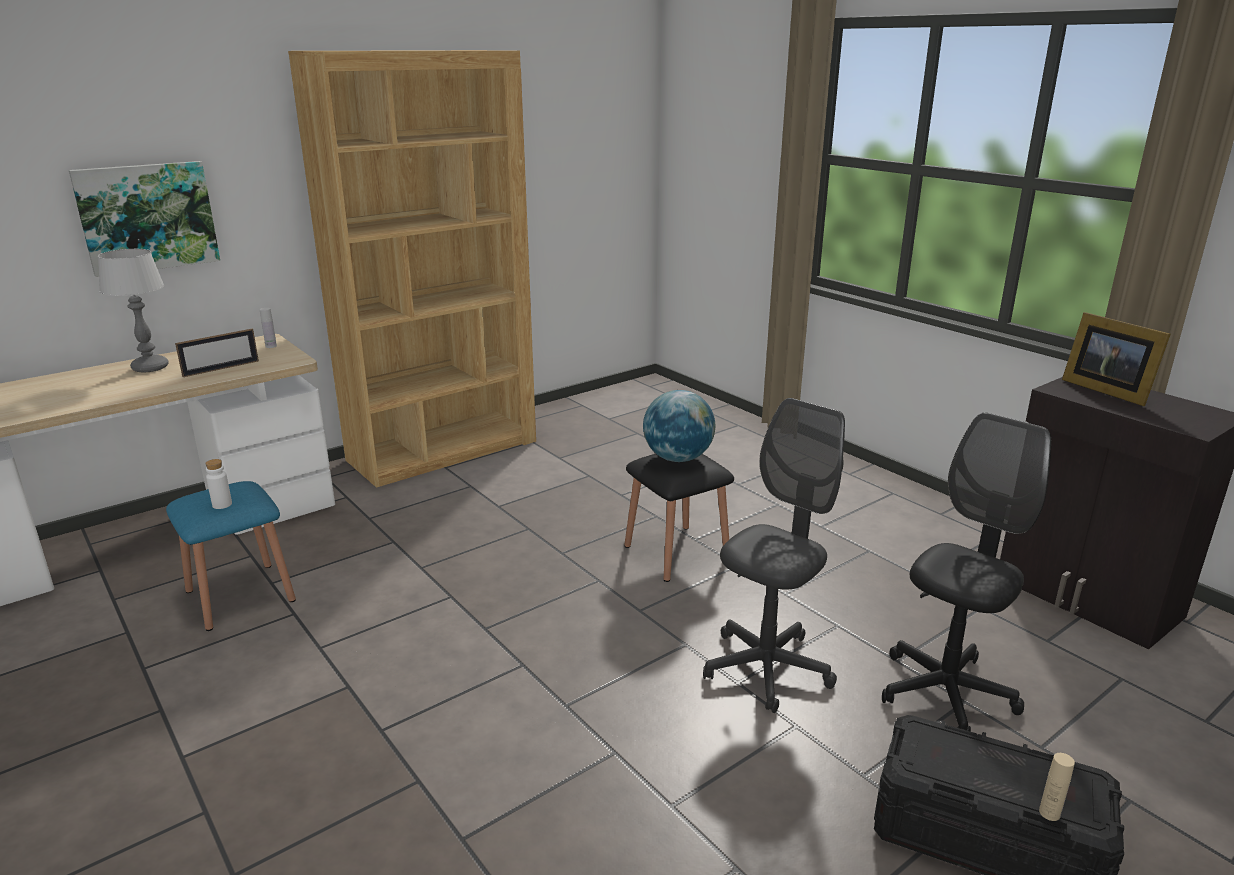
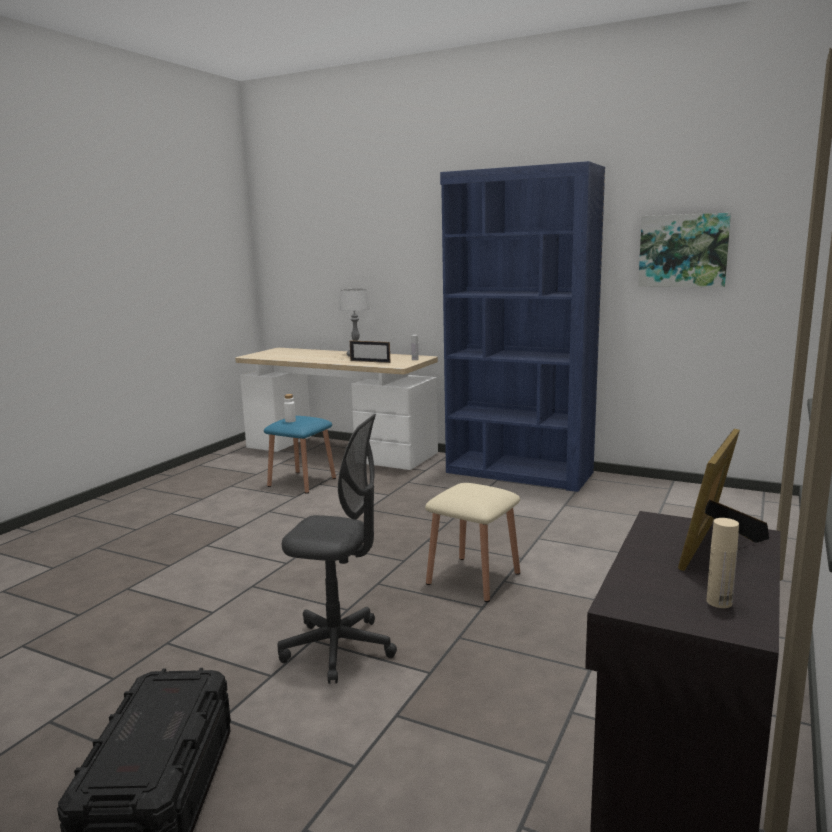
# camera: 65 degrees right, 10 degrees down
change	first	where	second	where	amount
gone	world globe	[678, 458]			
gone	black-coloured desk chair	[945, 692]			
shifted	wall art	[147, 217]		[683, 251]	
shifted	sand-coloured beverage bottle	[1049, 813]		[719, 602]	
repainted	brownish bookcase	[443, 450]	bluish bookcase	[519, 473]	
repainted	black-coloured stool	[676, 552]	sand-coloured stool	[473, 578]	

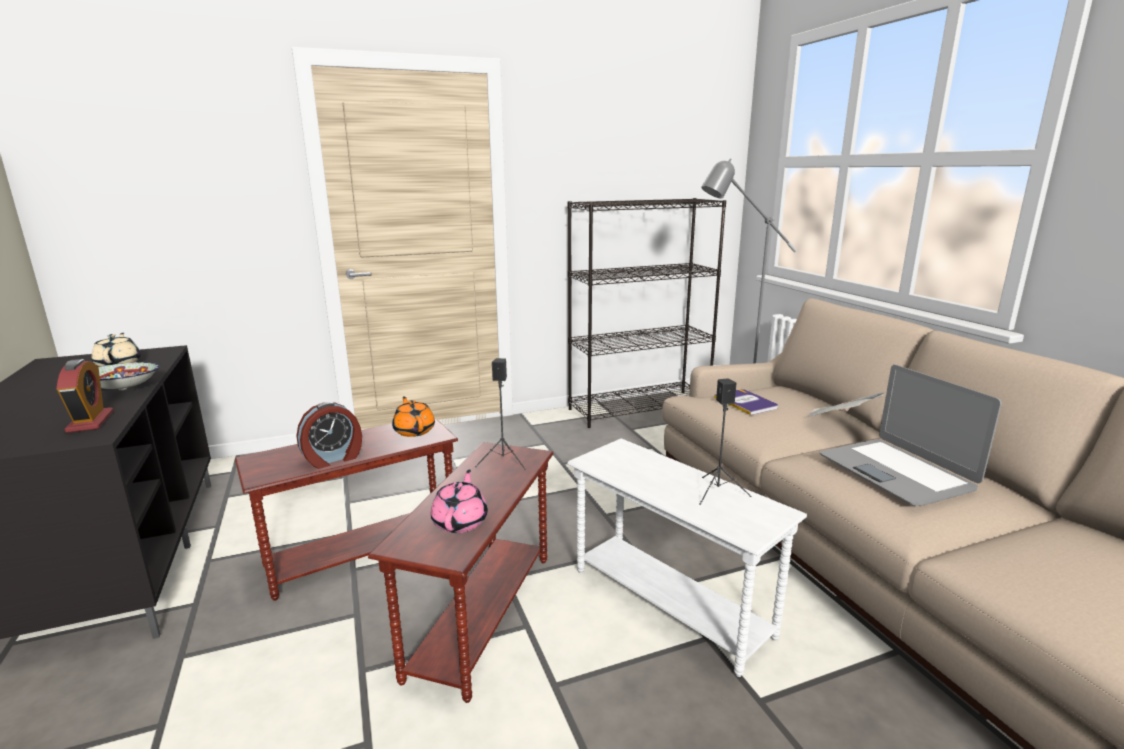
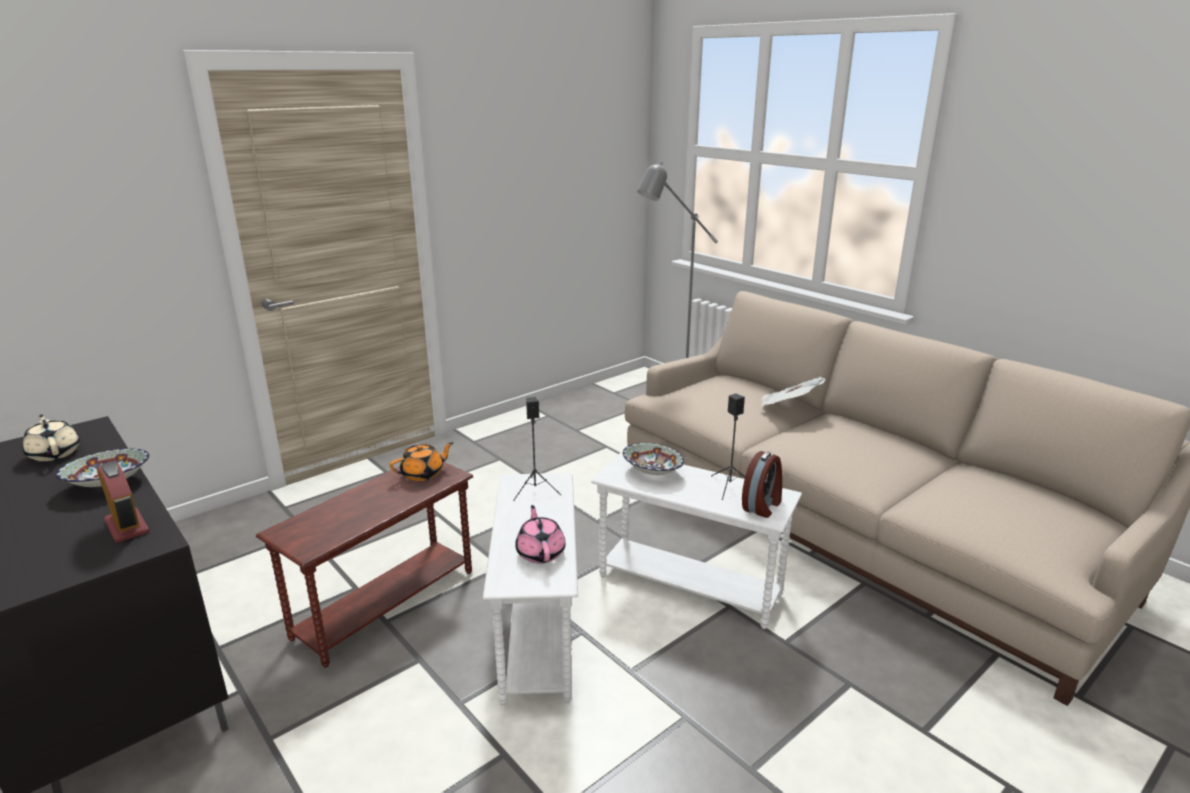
# camera: 20 degrees left, 5 degrees up
change	first	where	second	where	amount
gone	black-coloured bookcase	[639, 408]			
gone	book	[746, 402]			
gone	notebook computer	[896, 472]			
new			deep dish	[652, 472]	
shifted	alarm clock	[333, 458]		[762, 505]	
repainted	brownish accent table	[480, 615]	white accent table	[536, 632]	
rotated	orange pot for tea	[414, 430]		[423, 473]	105 degrees clockwise

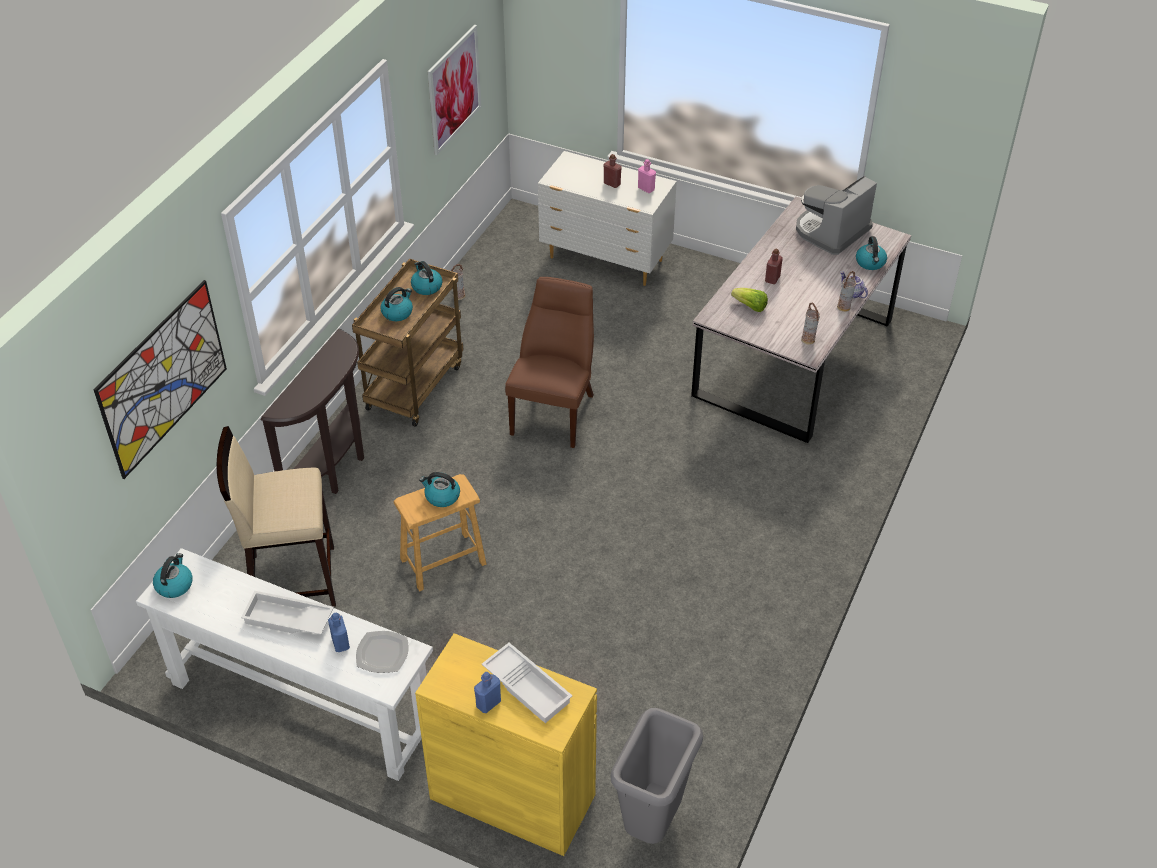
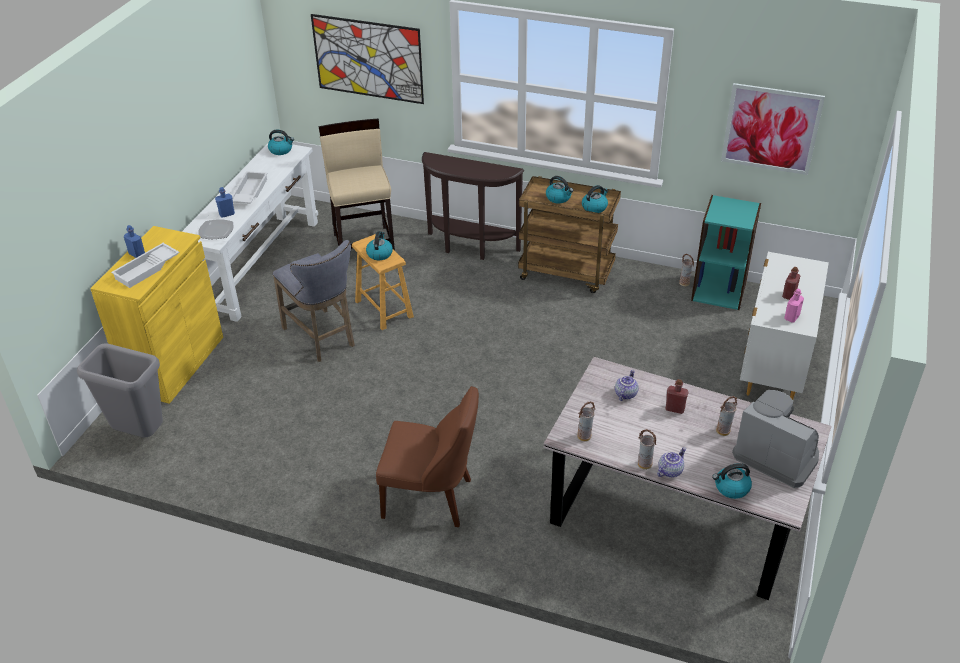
# camera: 85 degrees right, 5 degrees down
change	first	where	second	where	amount
new			grey stool	[322, 338]	
new			blue-green bookcase	[719, 291]	
new			decorative vase	[723, 431]	
shifted	brownish chair	[555, 411]		[431, 498]	
swapped	lettuce head	[750, 306]	pot for tea	[625, 394]	

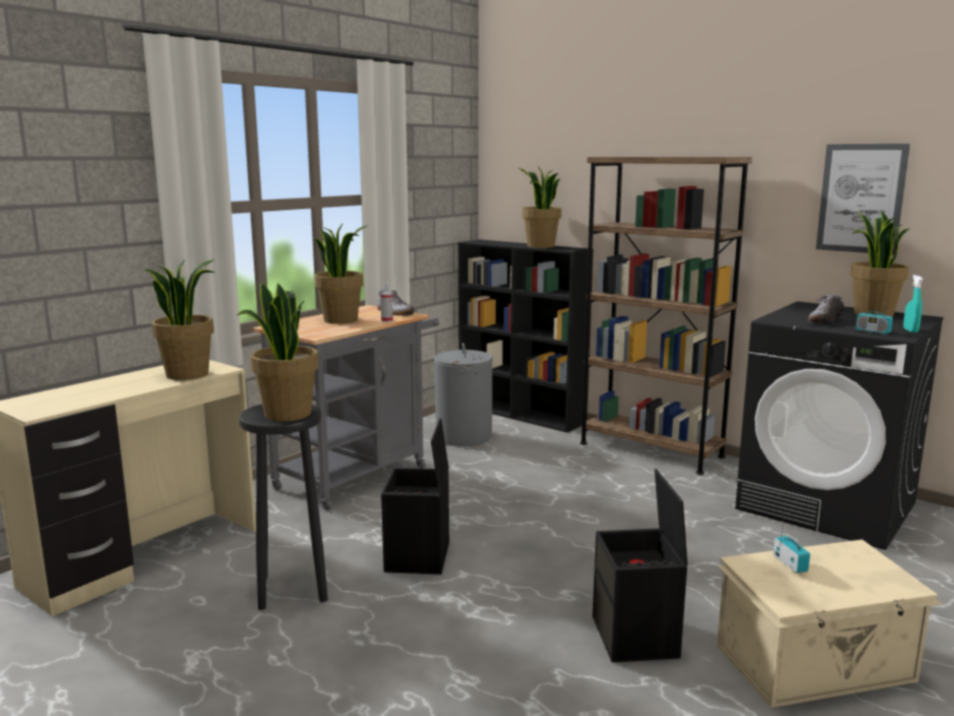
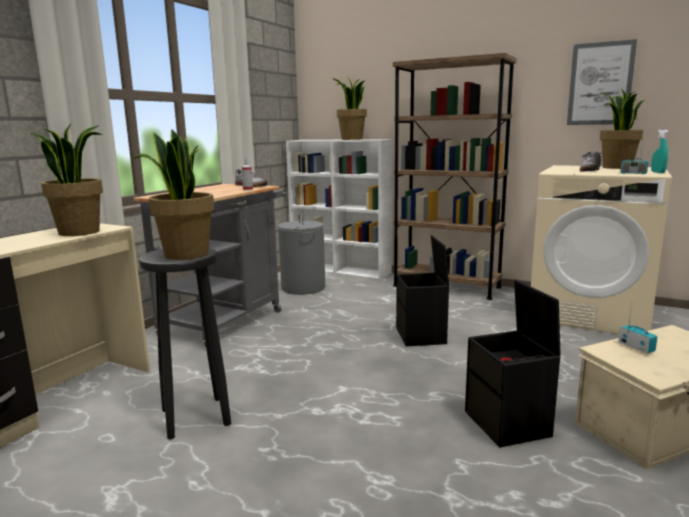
# camera: 10 degrees left, 0 degrees up
change	first	where	second	where	amount
gone	houseplant	[341, 320]			
shifted	black-coloured storage box	[418, 558]		[421, 336]	
repainted	black-coloured bookcase	[522, 414]	white bookcase	[341, 270]	
repainted	black-coloured laundry appliance	[827, 506]	sand-coloured laundry appliance	[590, 313]	

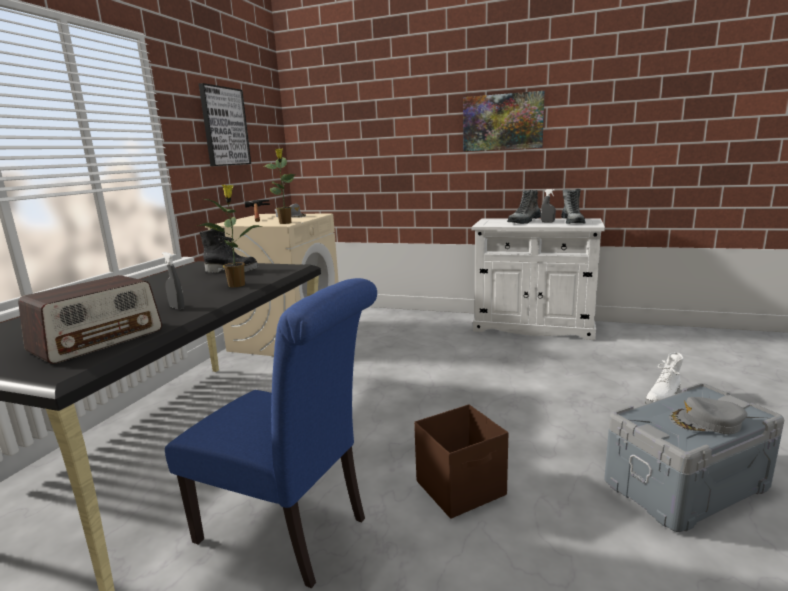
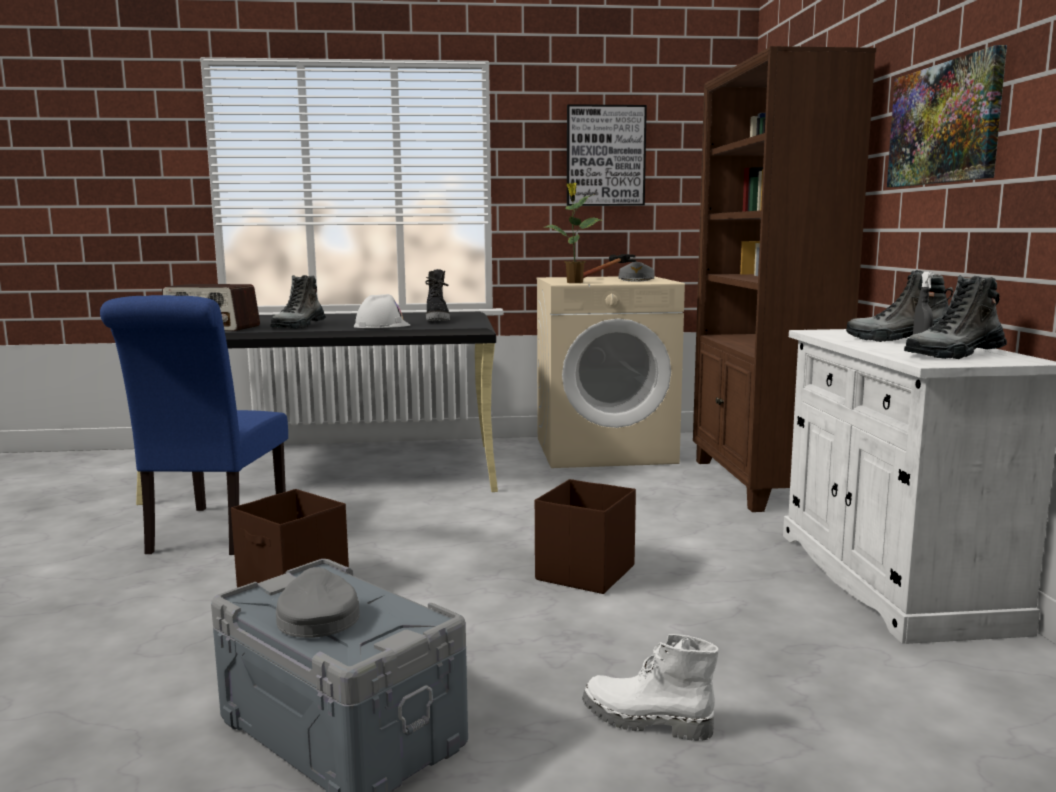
# camera: 65 degrees right, 5 degrees down
change	first	where	second	where	amount
new			brownish storage box	[584, 573]	
new			brownish bookcase	[760, 483]	
swapped	grey spray bottle	[177, 307]	high-top boot	[299, 326]	
swapped	houseplant	[237, 285]	white safety helmet	[381, 325]	

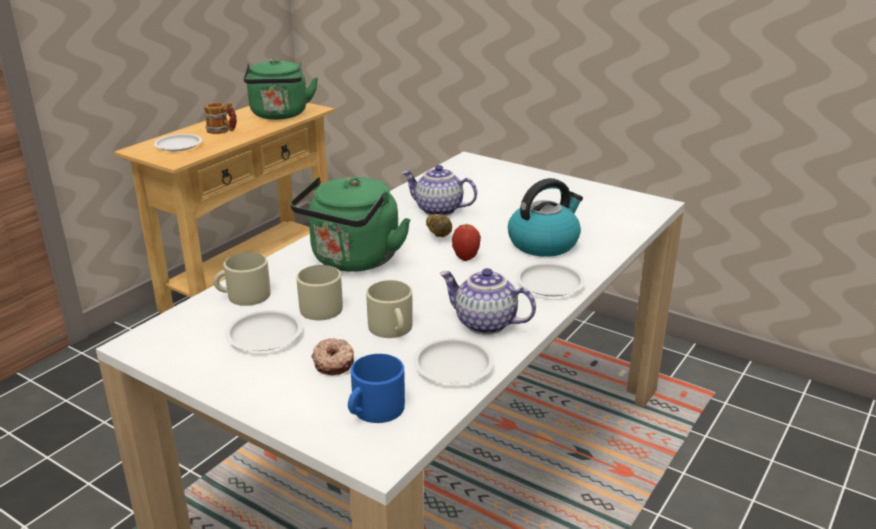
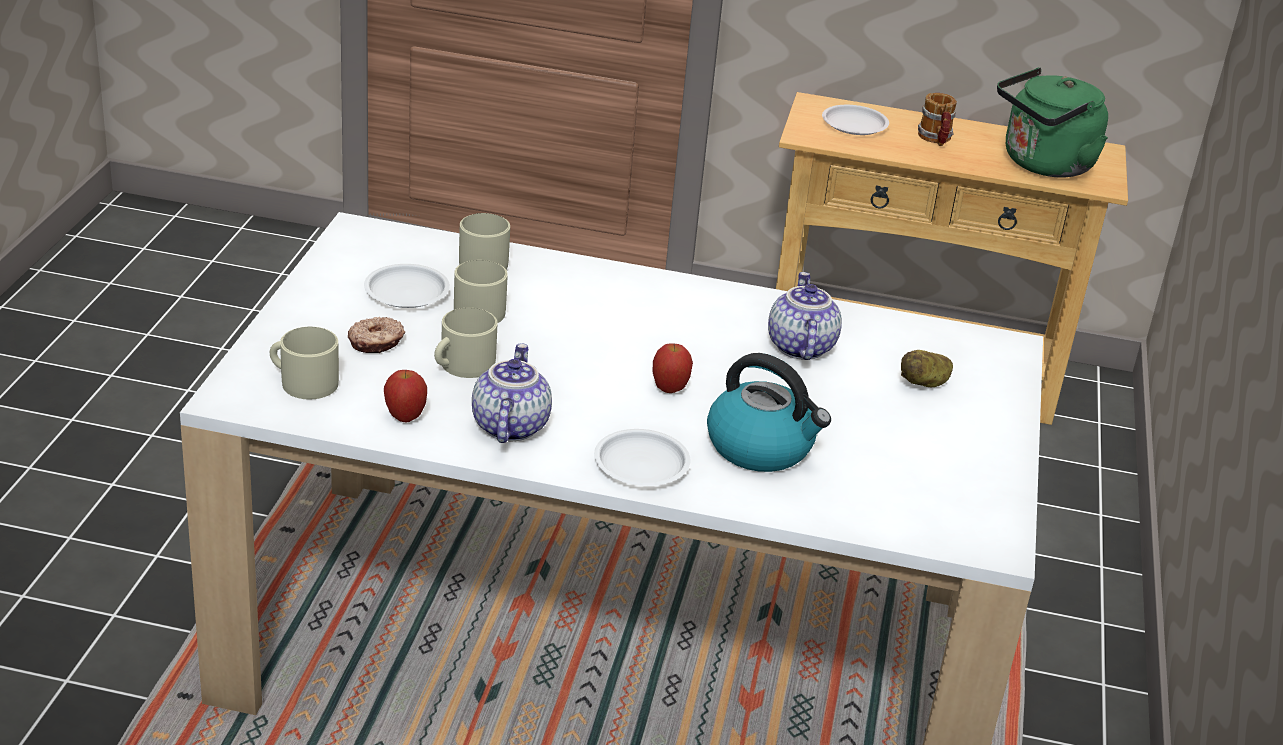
# camera: 65 degrees right, 5 degrees up
change	first	where	second	where	amount
gone	greenish kettle	[353, 261]			
shifted	whole potato	[438, 236]		[925, 383]	
swapped	white dinner plate	[453, 366]	whole apple	[405, 417]	
repainted	bluish tea mug	[374, 410]	sand-coloured tea mug	[303, 382]	

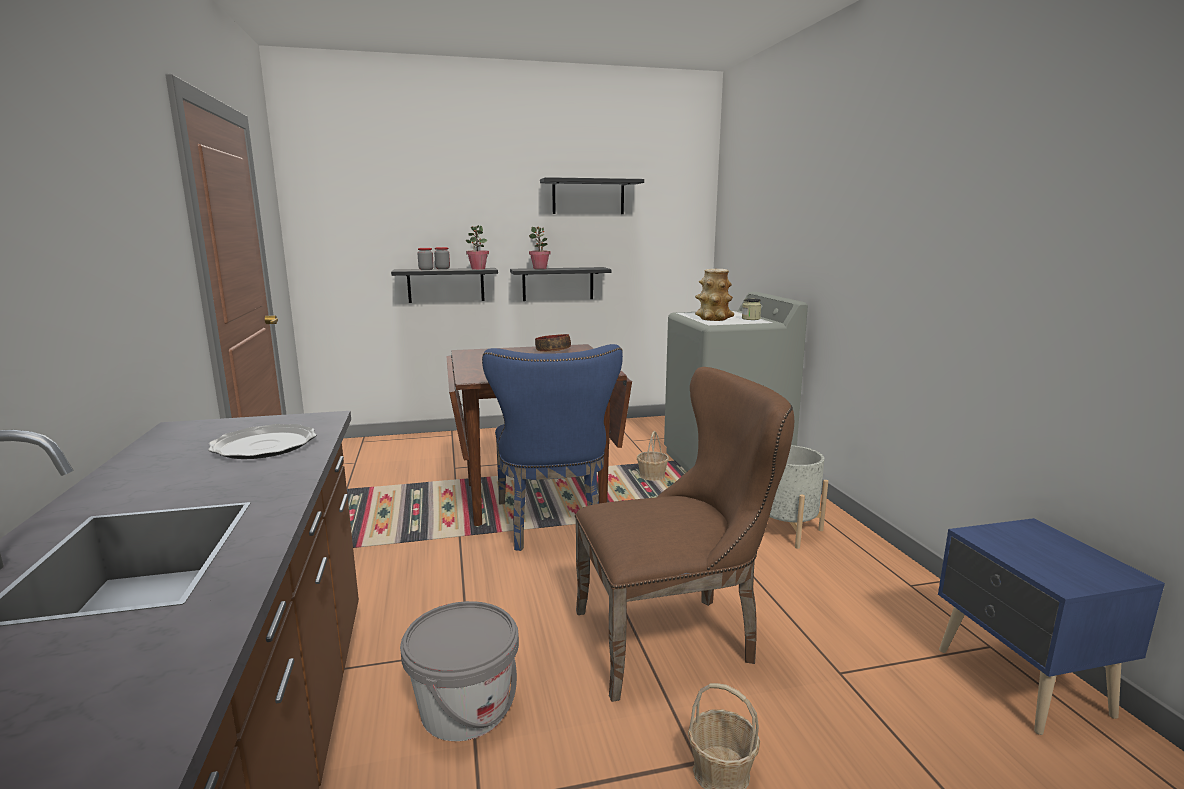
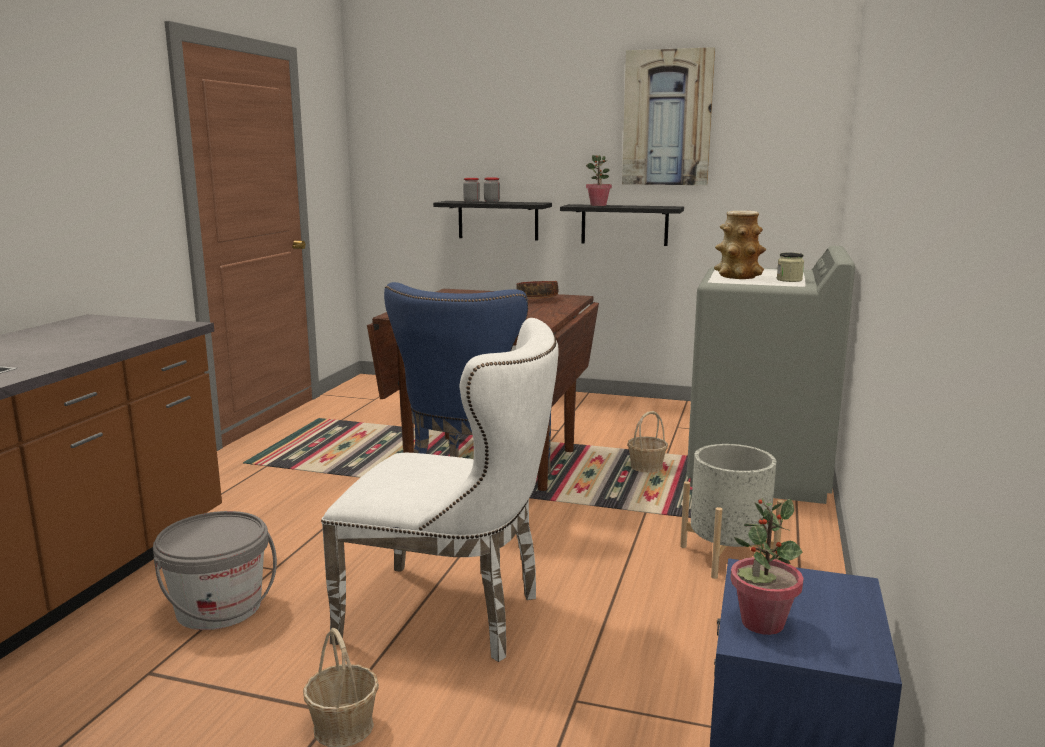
# camera: 30 degrees right, 0 degrees up
change	first	where	second	where	amount
gone	dinner plate	[264, 446]			
shifted	houseplant	[478, 269]		[762, 623]	
swapped	black-coloured shelf	[588, 197]	wall art	[667, 118]	
repainted	brownish chair	[675, 637]	white chair	[455, 615]	

